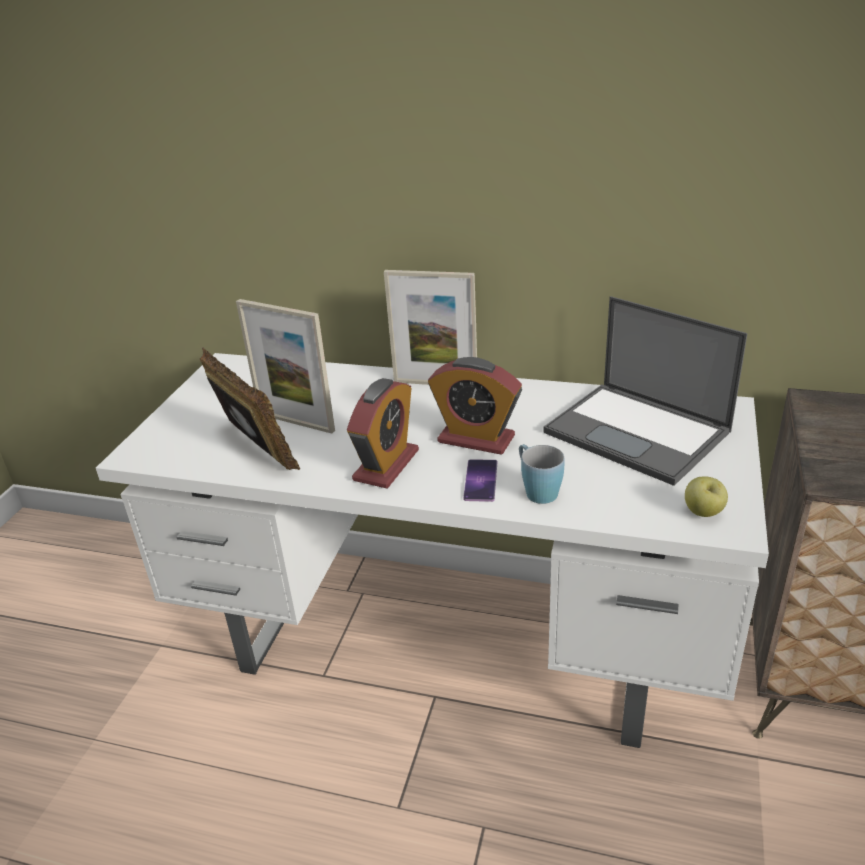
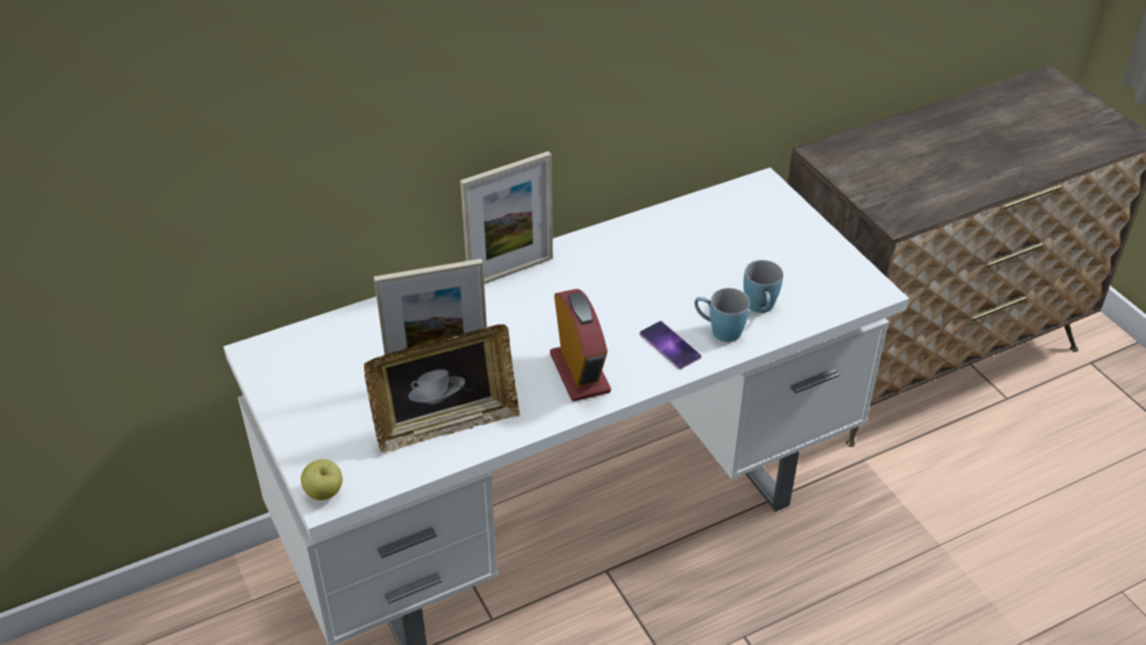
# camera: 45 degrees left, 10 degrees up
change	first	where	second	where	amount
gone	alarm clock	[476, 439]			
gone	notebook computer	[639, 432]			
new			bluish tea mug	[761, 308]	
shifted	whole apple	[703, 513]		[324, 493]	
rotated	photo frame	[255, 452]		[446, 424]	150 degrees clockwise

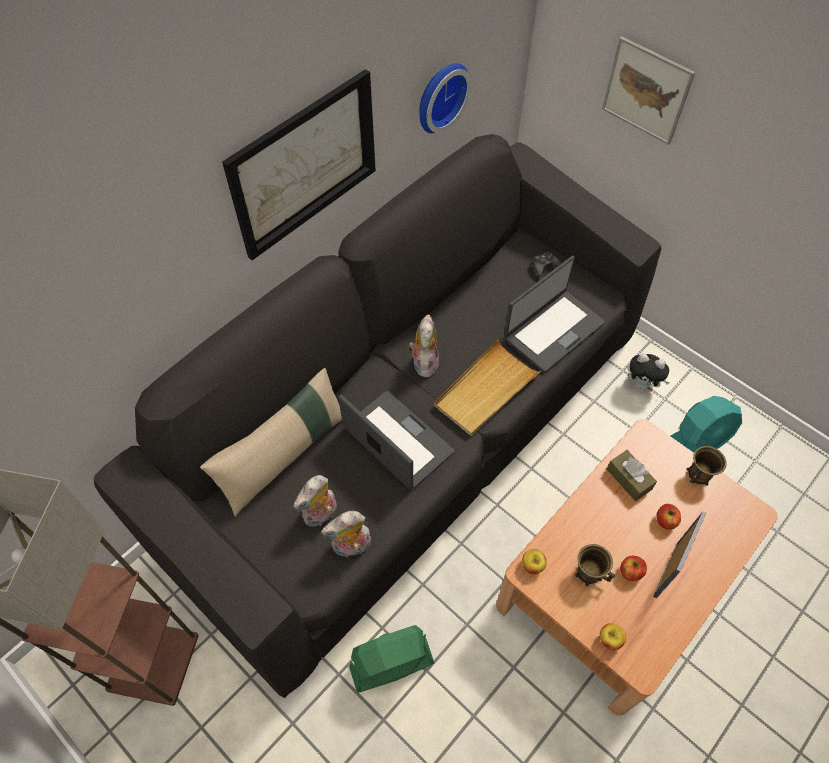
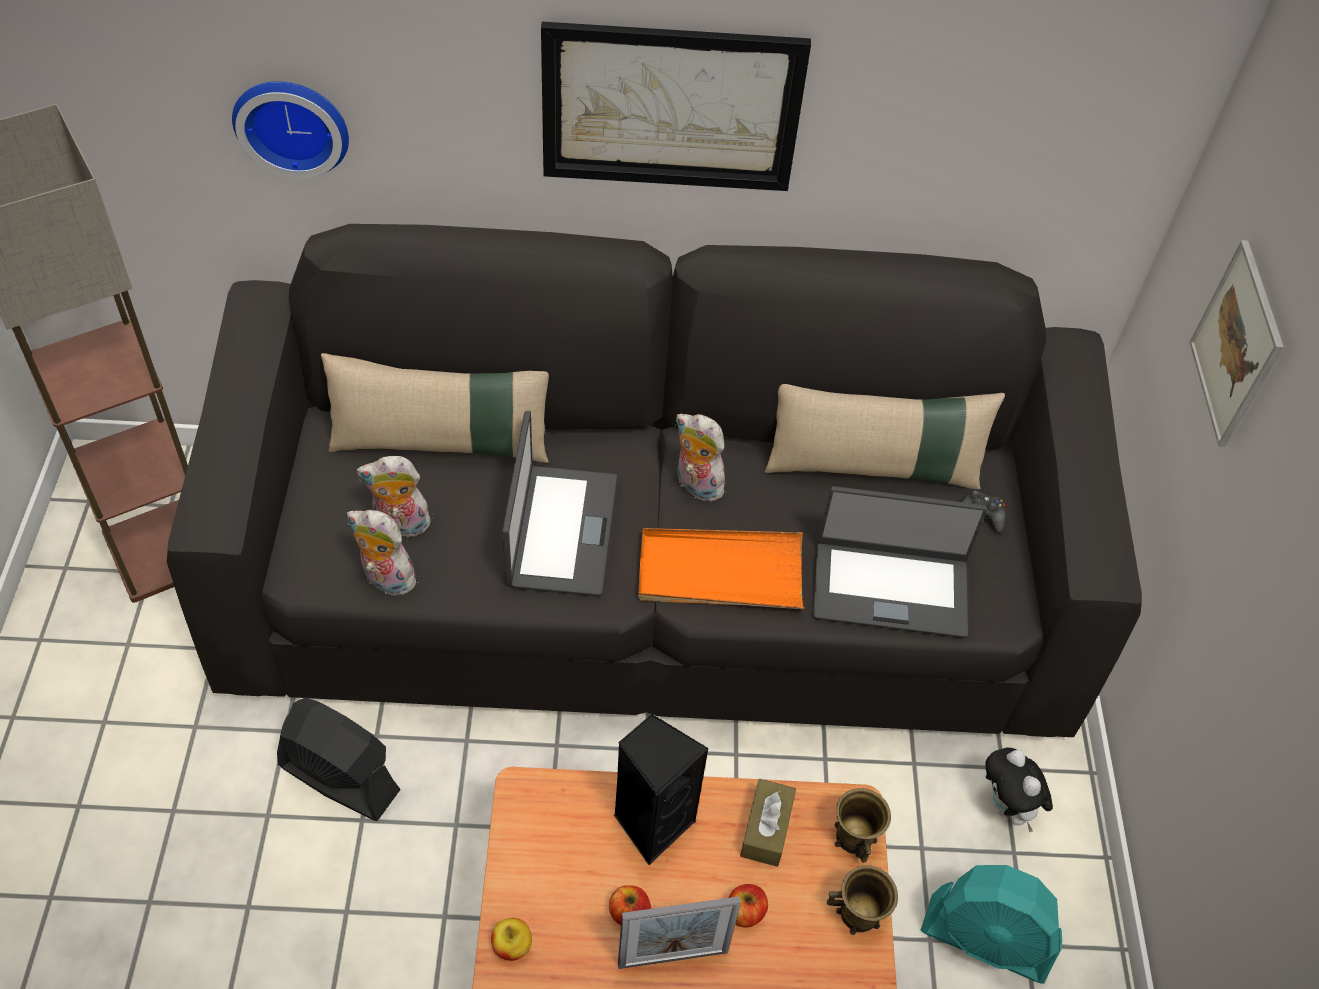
# camera: 45 degrees right, 5 degrees down
change	first	where	second	where	amount
gone	whole apple	[532, 565]			
new			black-coloured speaker	[652, 822]	
new			sand-coloured pillow	[873, 467]	
shifted	wall clock	[439, 96]		[293, 123]	
shifted	brownish tea mug	[588, 572]		[855, 837]	
repainted	greenish electric fan	[391, 665]	black-coloured electric fan	[339, 777]	
repainted	sand-coloured serving tray	[485, 390]	orange serving tray	[720, 573]	
rotated	cuddly toy	[424, 362]		[695, 485]	105 degrees counterclockwise

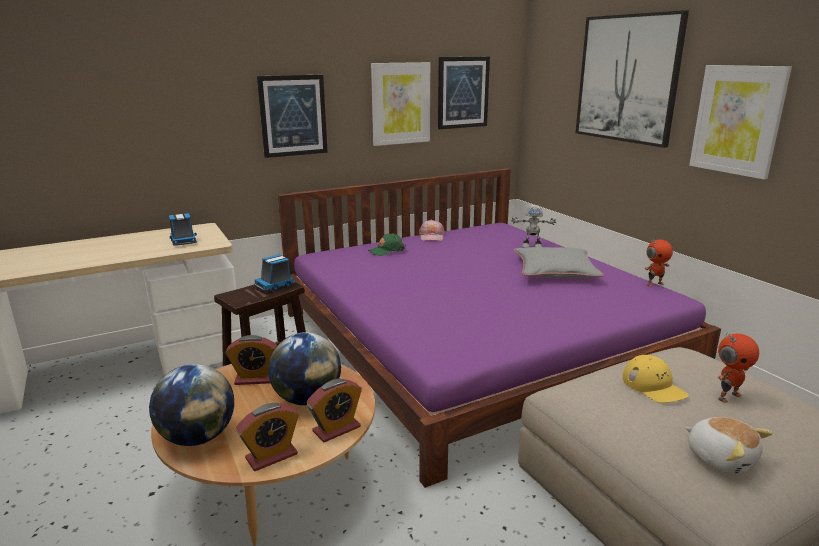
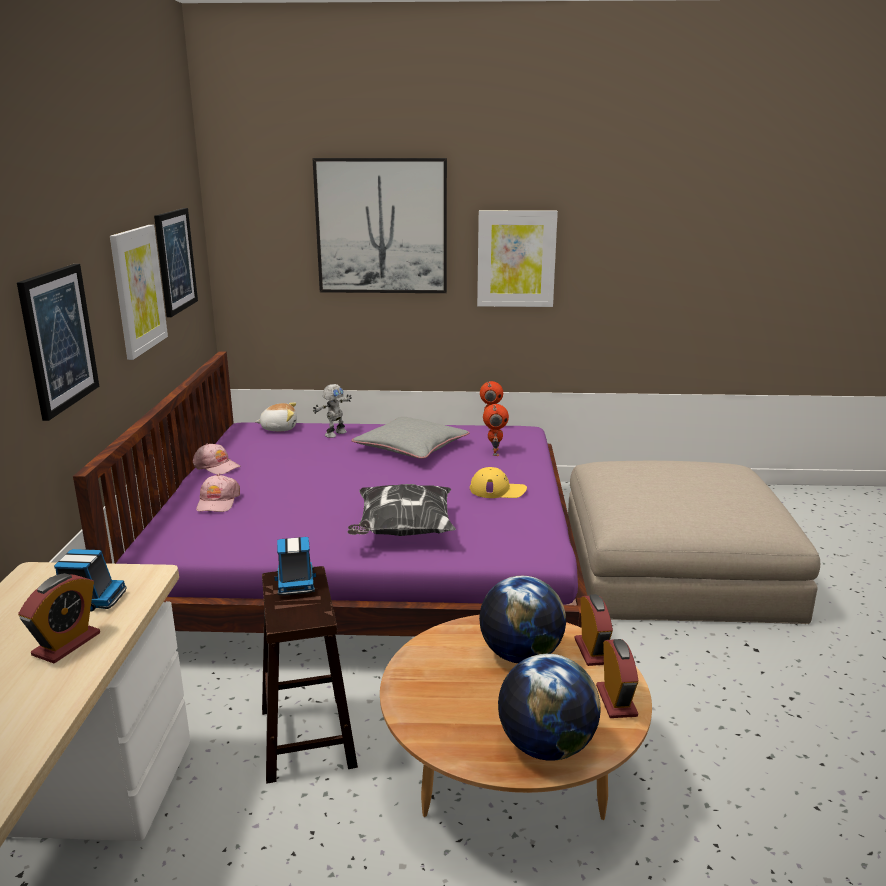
# camera: 60 degrees left, 0 degrees up
change	first	where	second	where	amount
new			pillow	[402, 532]	
shifted	alarm clock	[255, 379]		[66, 644]	
shifted	yellow-coloured cap	[654, 386]		[498, 490]	
shifted	cuddly toy	[721, 458]		[279, 428]	
shifted	model robot	[728, 396]		[494, 452]	
repainted	greenish cap	[387, 250]	pink-coloured cap	[218, 501]	

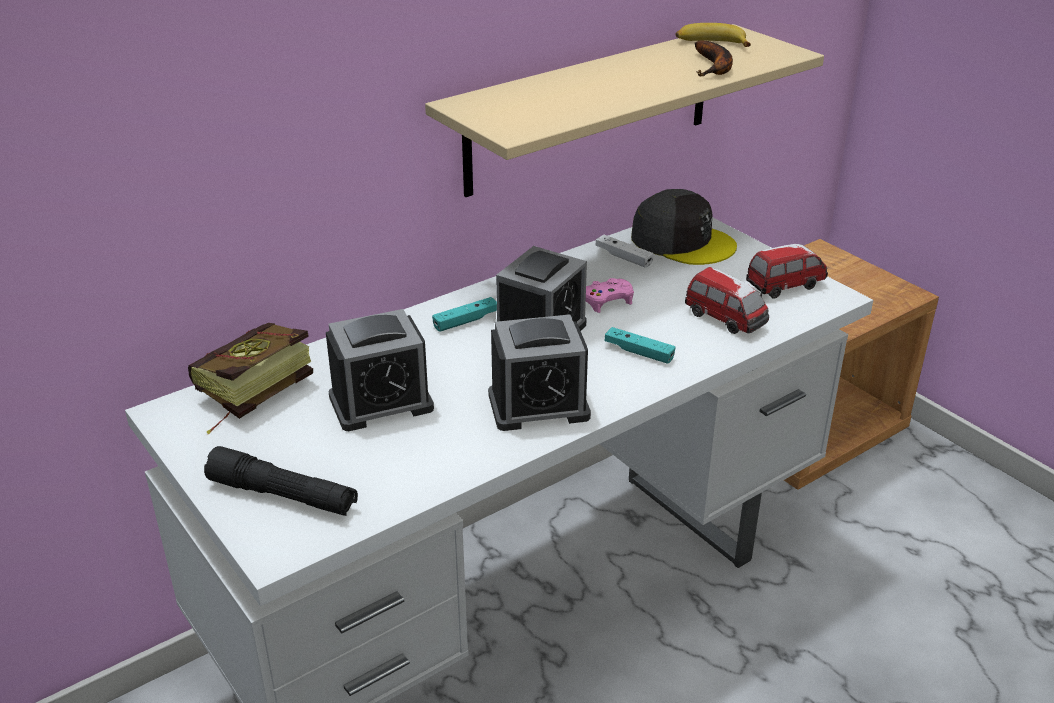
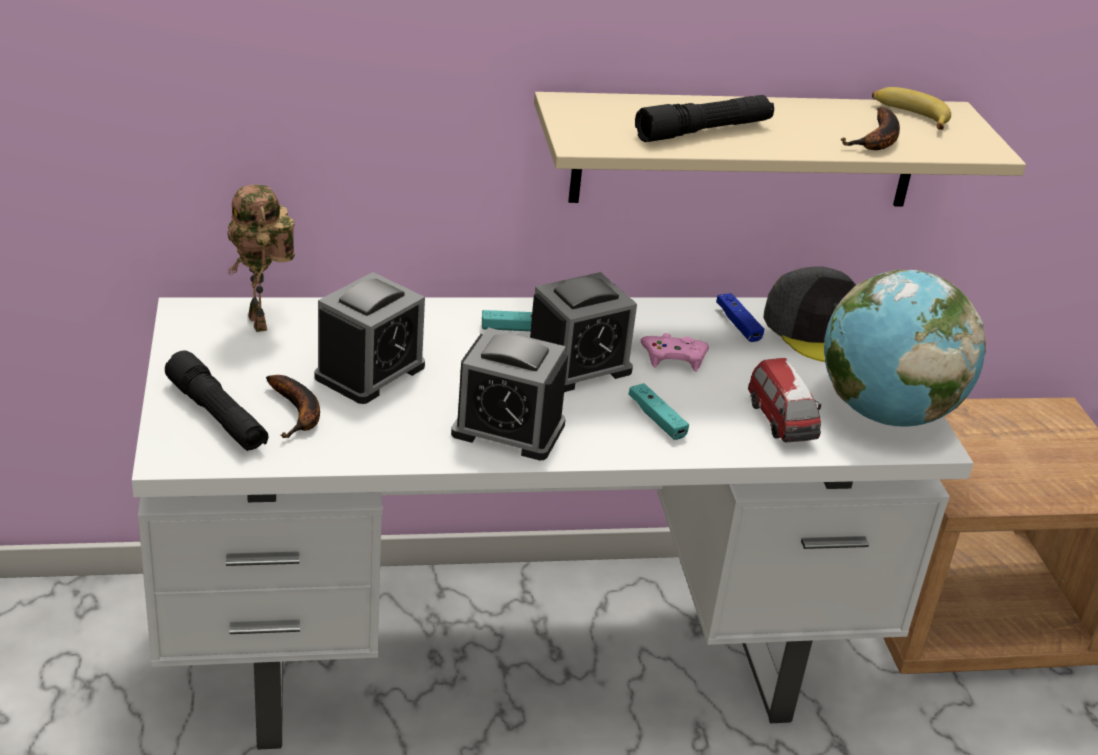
# camera: 25 degrees right, 0 degrees up
change	first	where	second	where	amount
new			banana fruit	[298, 413]	
new			black-coloured torch	[704, 131]	
swapped	book	[246, 397]	model robot	[262, 323]	
swapped	model car	[785, 286]	world globe	[885, 413]	
repainted	white gamepad	[623, 257]	bluish gamepad	[738, 324]	
rotated	alarm clock	[381, 403]		[370, 372]	60 degrees counterclockwise

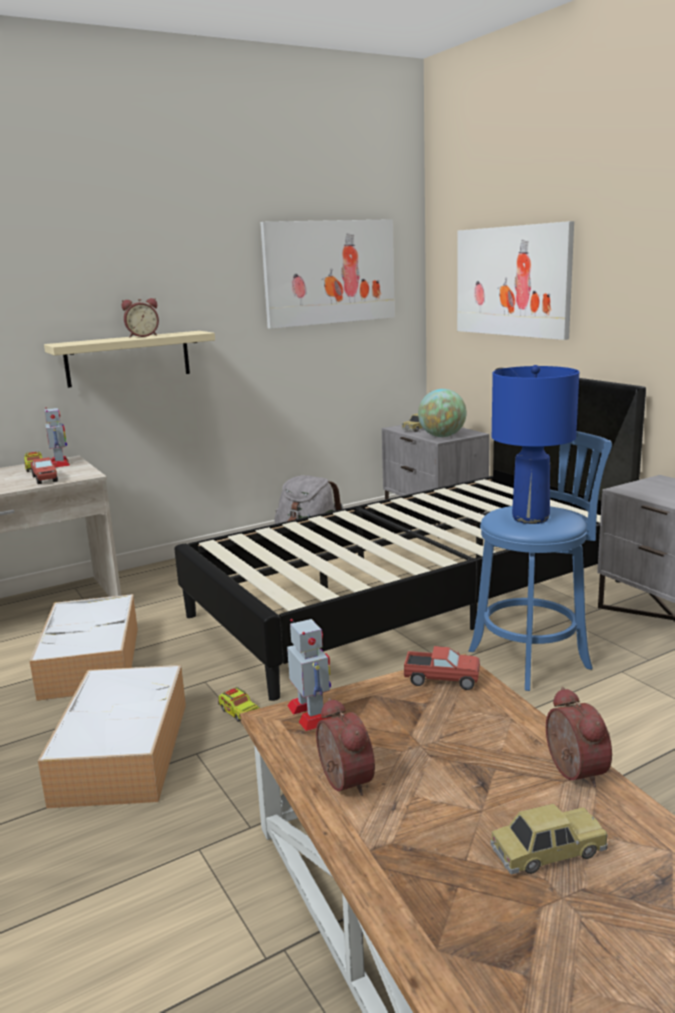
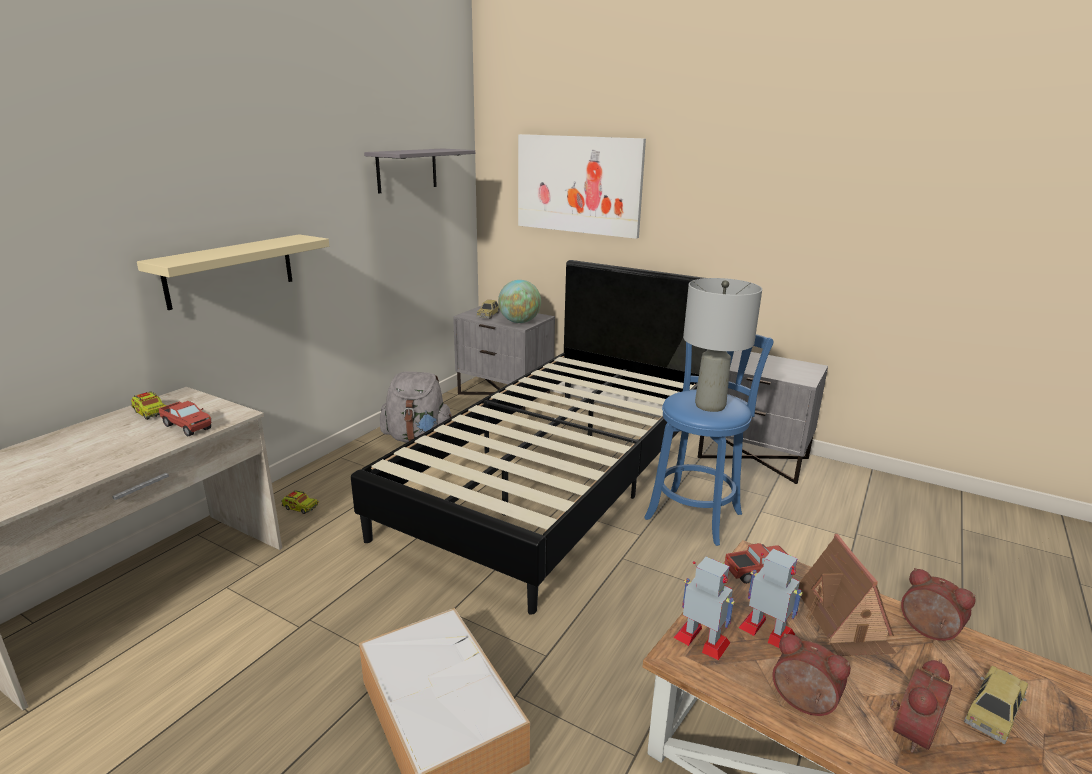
# camera: 30 degrees left, 5 degrees up
change	first	where	second	where	amount
gone	storage box	[91, 662]			
new			miniature house	[843, 621]	
shifted	model robot	[60, 463]		[767, 631]	
shifted	alarm clock	[142, 336]		[909, 729]	
shifted	model truck	[238, 712]		[300, 507]	
swapped	wall art	[330, 272]	grey shelf	[407, 170]	
repainted	bluish tabletop lamp	[529, 518]	grey tabletop lamp	[709, 406]	

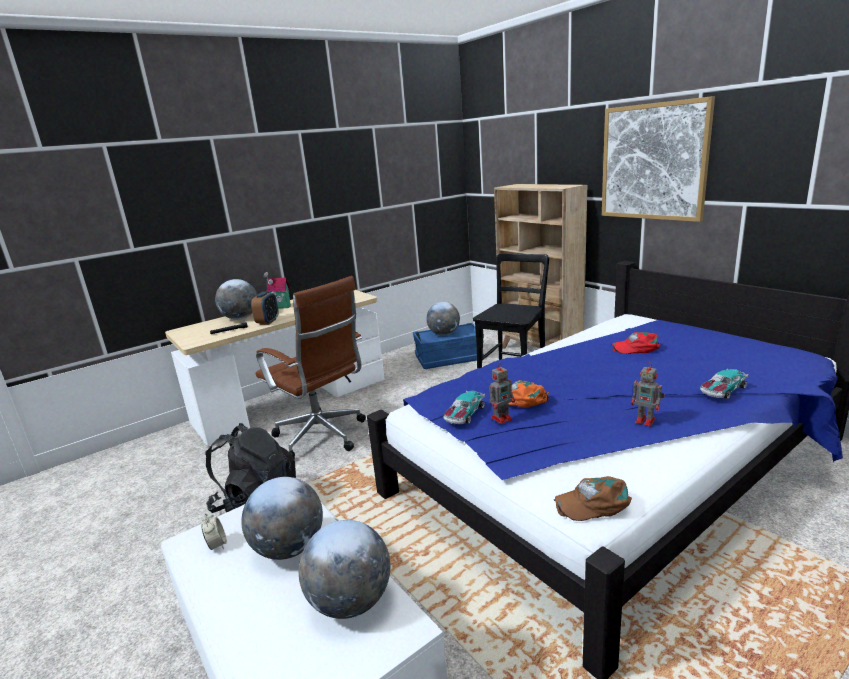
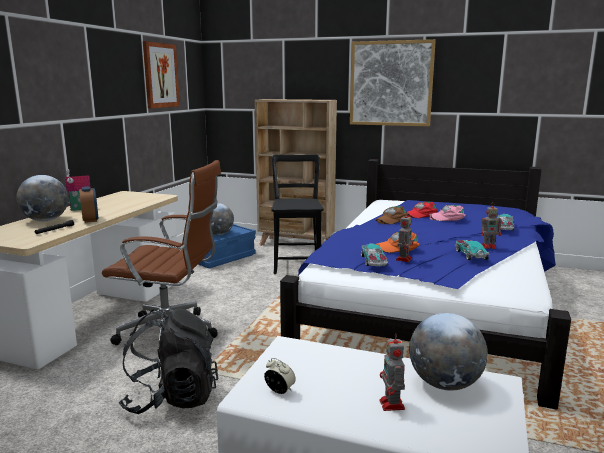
# camera: 35 degrees left, 5 degrees down
change	first	where	second	where	amount
gone	world globe	[289, 548]			
new			wall art	[160, 75]	
new			model robot	[392, 405]	
new			pink-coloured cap	[447, 218]	
new			model car	[470, 255]	
shifted	brownish cap	[593, 503]		[391, 220]	

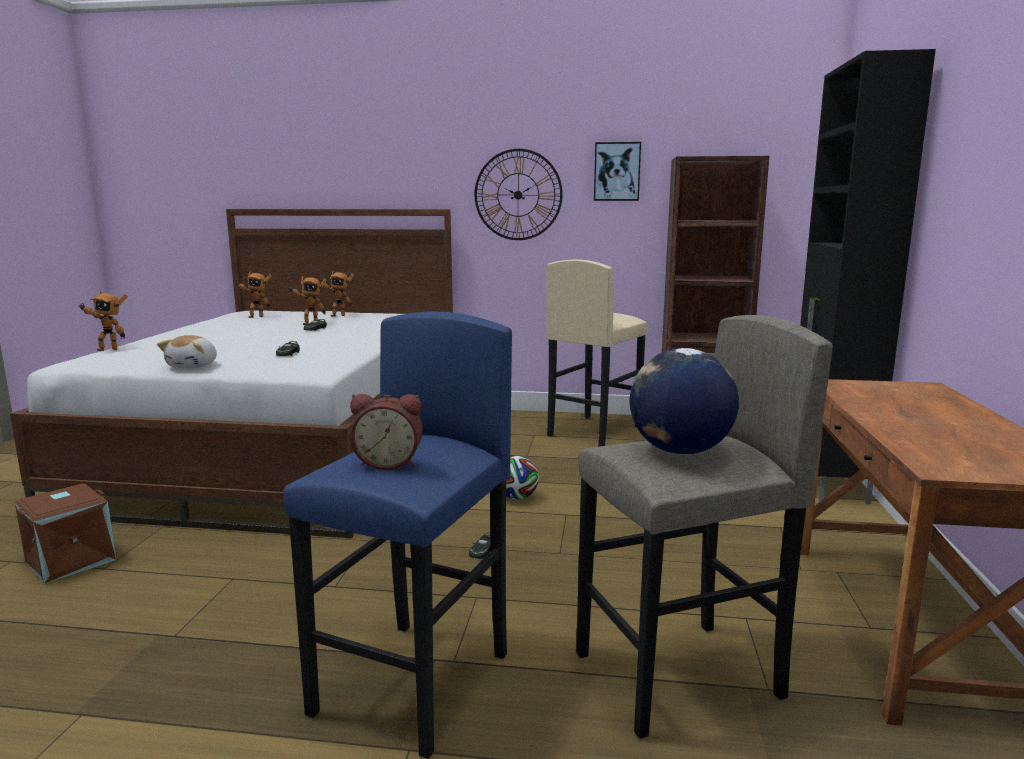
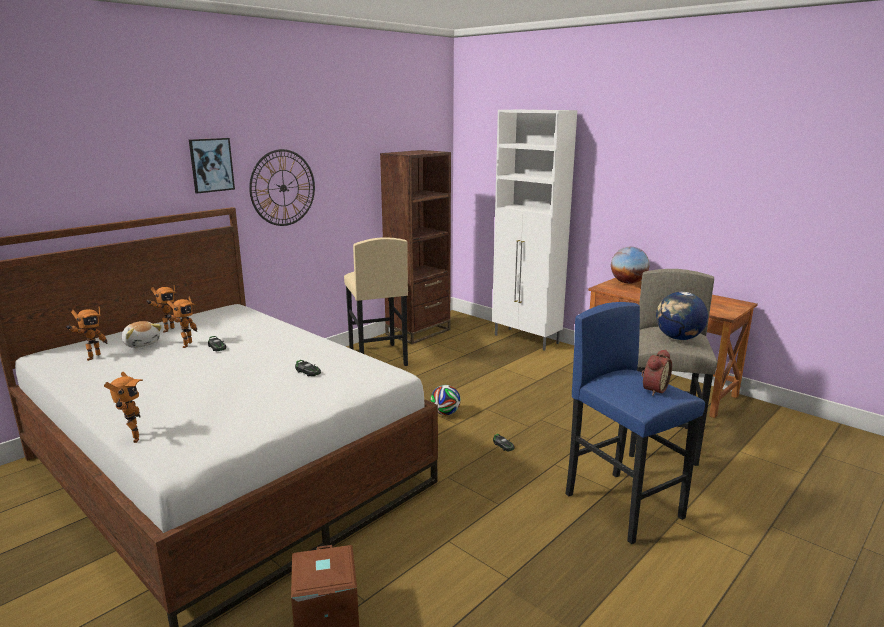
# camera: 55 degrees left, 5 degrees up
change	first	where	second	where	amount
new			world globe	[628, 282]	
shifted	cuddly toy	[194, 366]		[142, 343]	
shifted	wall art	[617, 171]		[211, 165]	
repainted	black-coloured storage cabinet	[827, 482]	white storage cabinet	[526, 339]	
rotated	model robot	[108, 349]		[132, 438]	45 degrees counterclockwise

